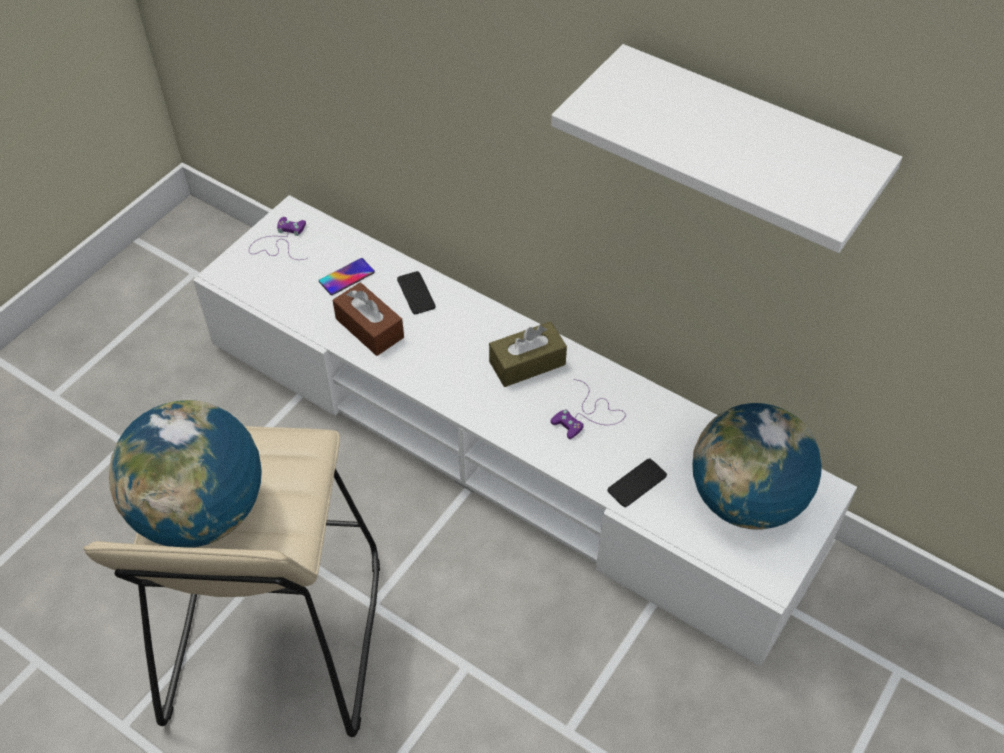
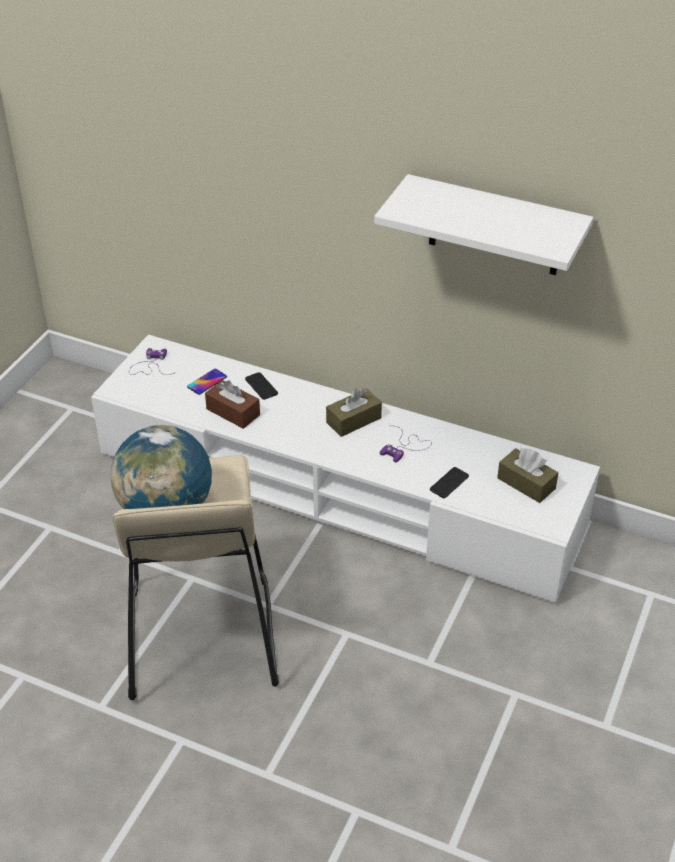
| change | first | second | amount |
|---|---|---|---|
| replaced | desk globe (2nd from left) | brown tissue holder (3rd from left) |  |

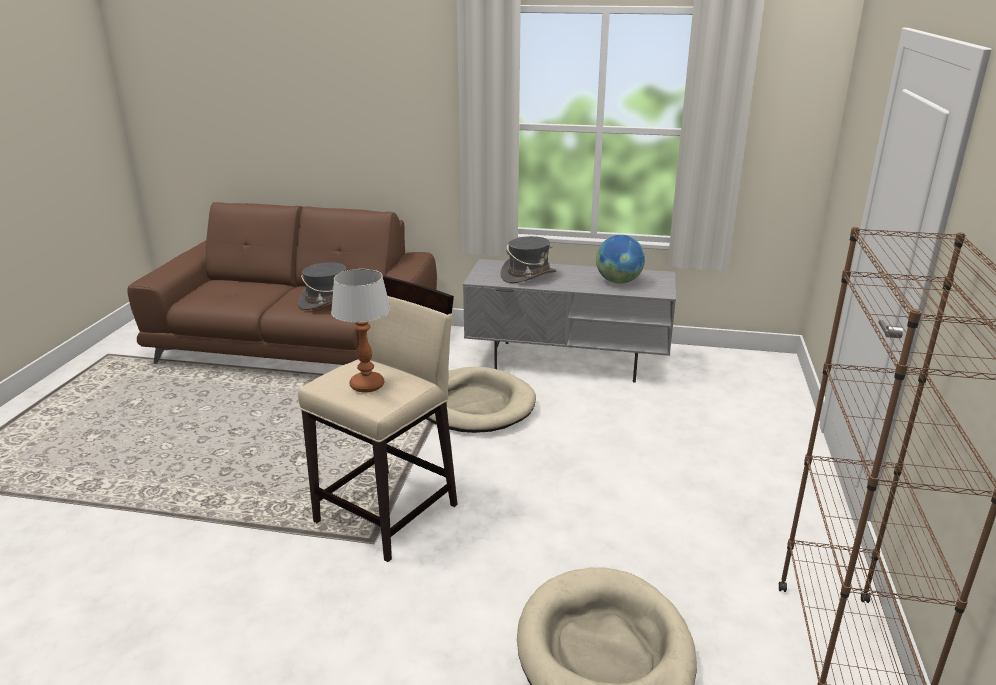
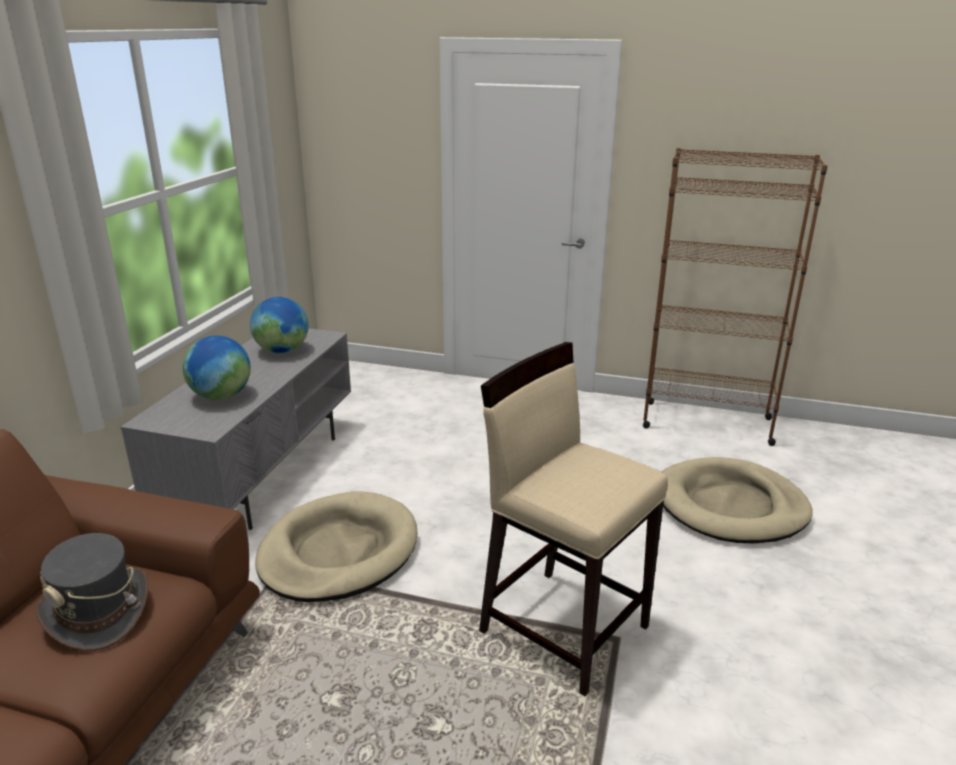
| change | first | second | amount |
|---|---|---|---|
| removed | tabletop lamp |  |  |
| replaced | grey wearable hat (2nd from left) | desk globe (1st from left) |  |

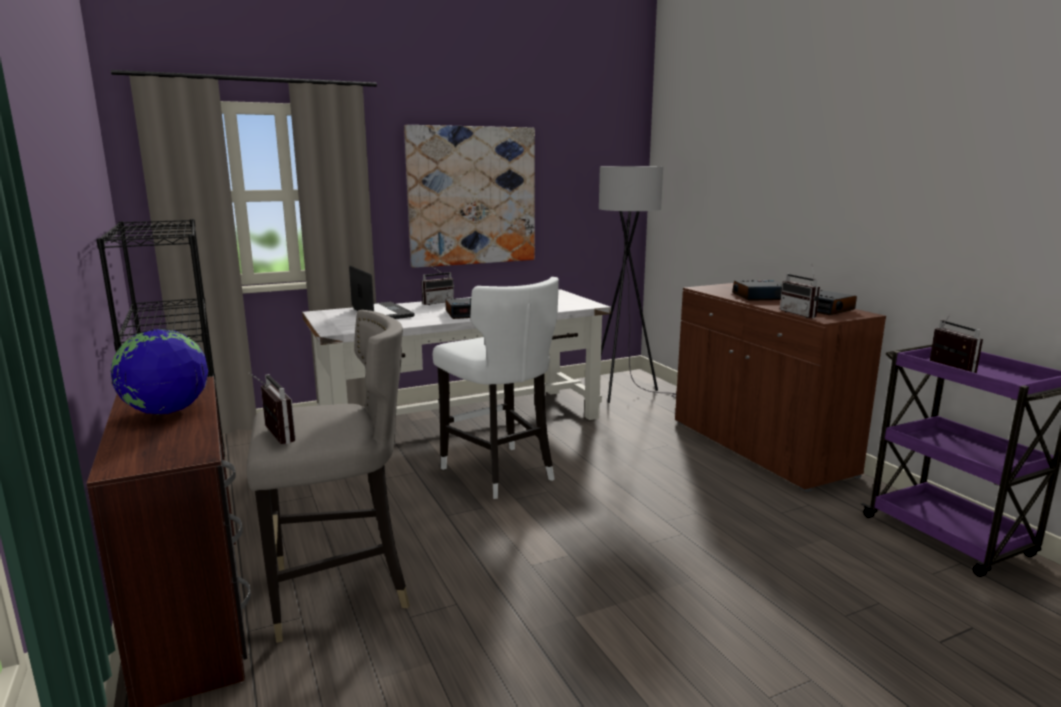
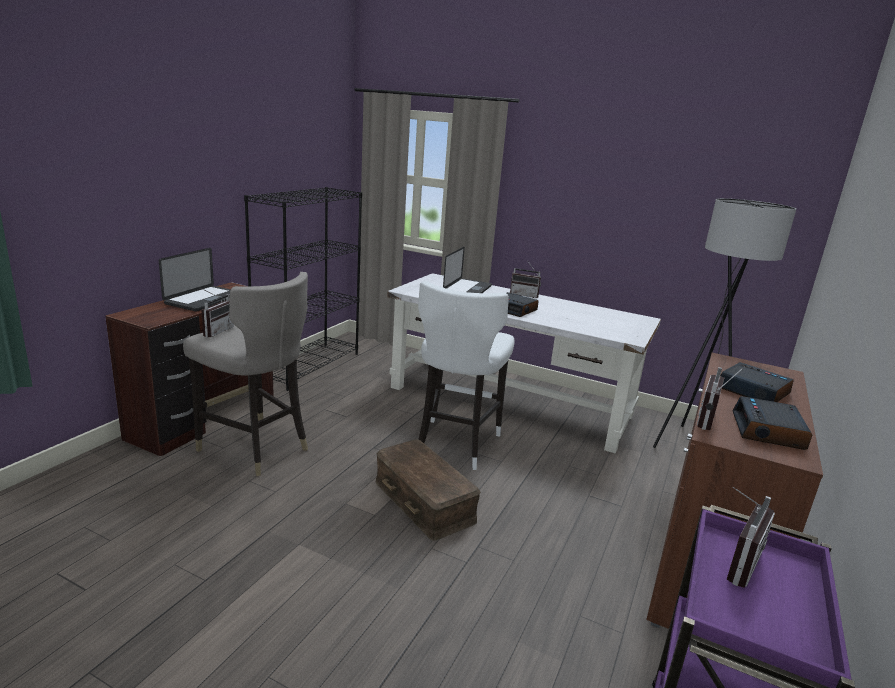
| change | first | second | amount |
|---|---|---|---|
| replaced | desk globe | laptop (1st from left) |  |
| removed | wall art |  |  |
| added |  | brown storage bin |  |

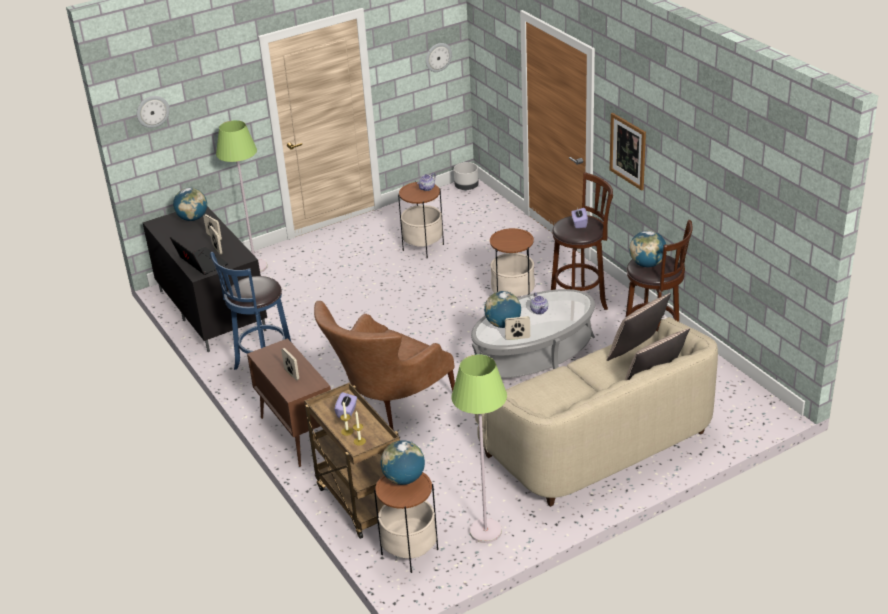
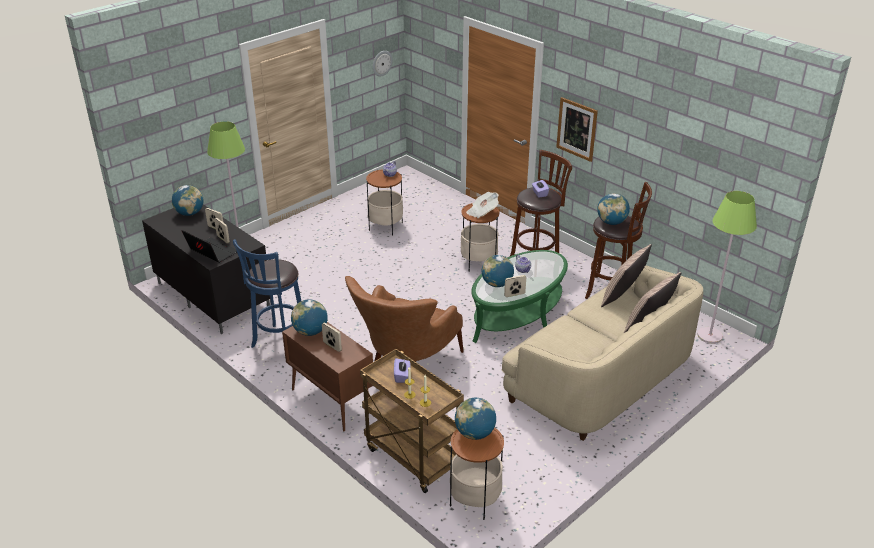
| change | first | second | amount |
|---|---|---|---|
| removed | wall clock (1st from left) |  |  |
| moved | green standing lamp (2nd from left) |  |  |
| removed | grey plant pot |  |  |
| recoloured | grey low table | green low table |  |
| added |  | desk globe (2nd from left) |  |
| added |  | daily paper |  |

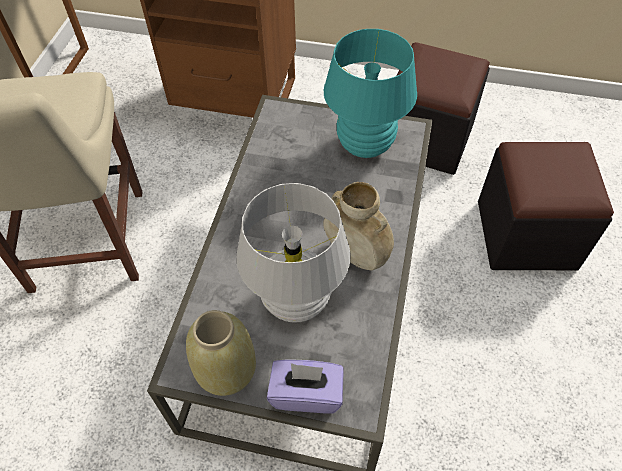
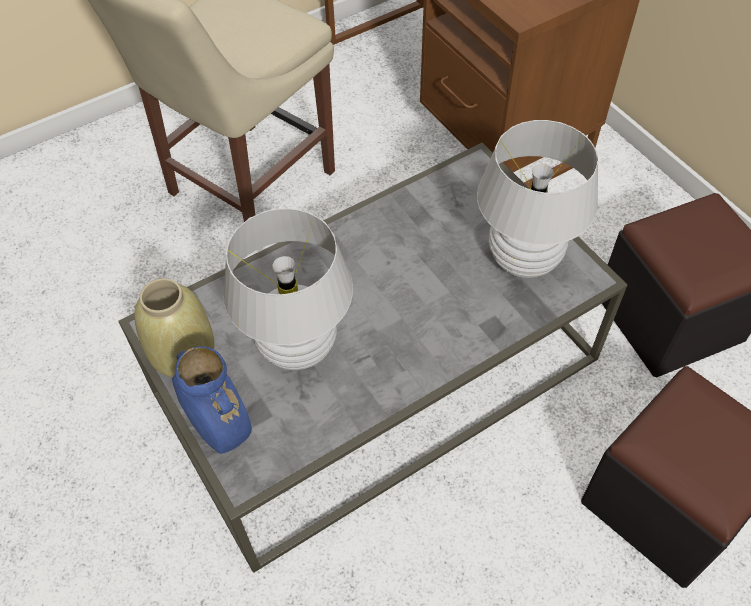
| change | first | second | amount |
|---|---|---|---|
| replaced | purple tissue holder | blue-coloured decorative vase |  |
| removed | beige decorative vase (2nd from left) |  |  |
| recoloured | turquoise tabletop lamp | whitish tabletop lamp (2nd from left) |  |

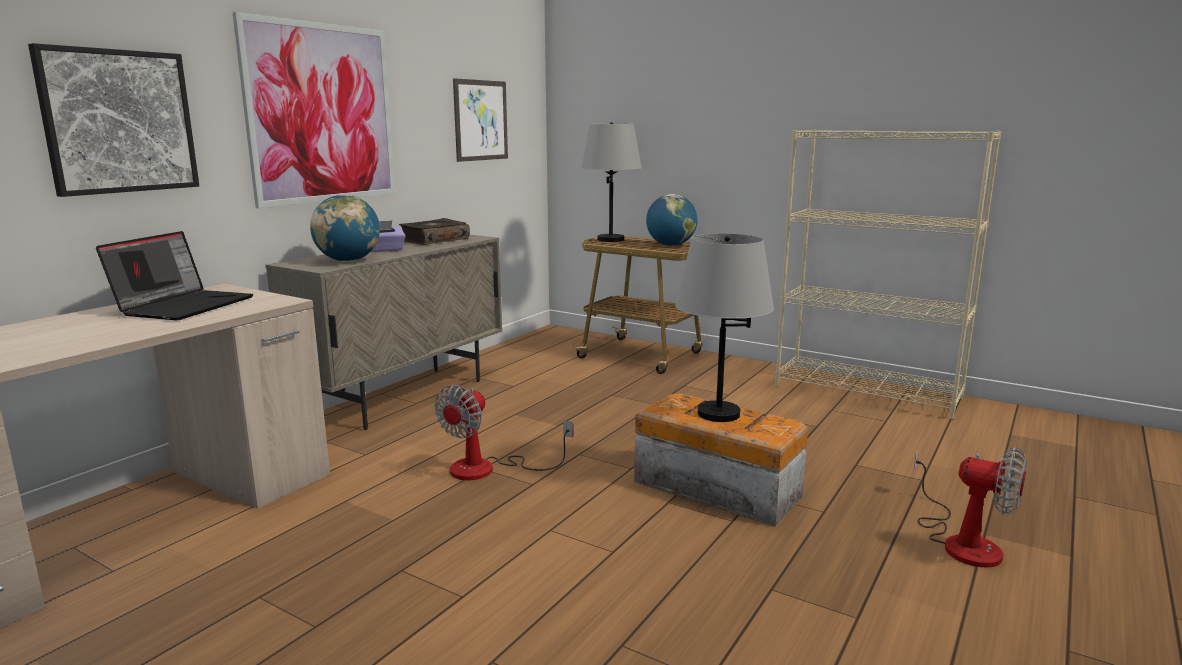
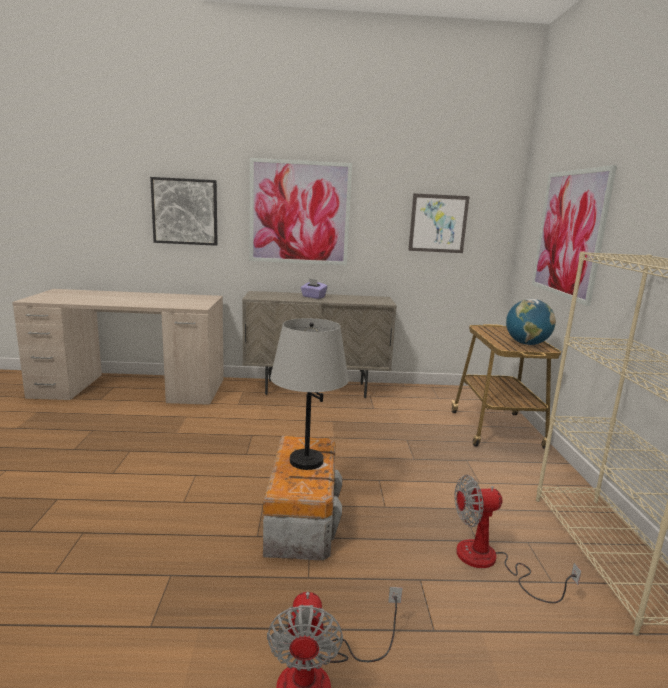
| change | first | second | amount |
|---|---|---|---|
| removed | laptop |  |  |
| removed | desk globe (1st from left) |  |  |
| removed | bound book |  |  |
| moved | fan (1st from left in the first image) | fan (2nd from left) |  |
| removed | grey tabletop lamp (1st from left) |  |  |
| added |  | wall art (4th from left) |  |

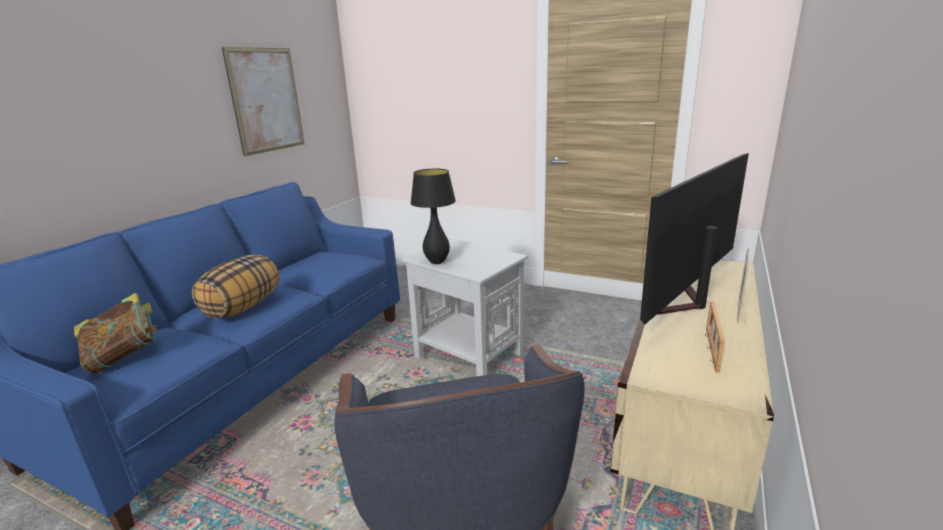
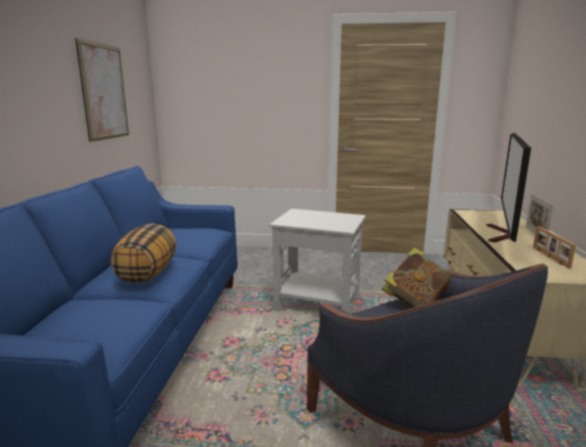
| change | first | second | amount |
|---|---|---|---|
| moved | bound book |  |  |
| removed | black-coloured tabletop lamp |  |  |

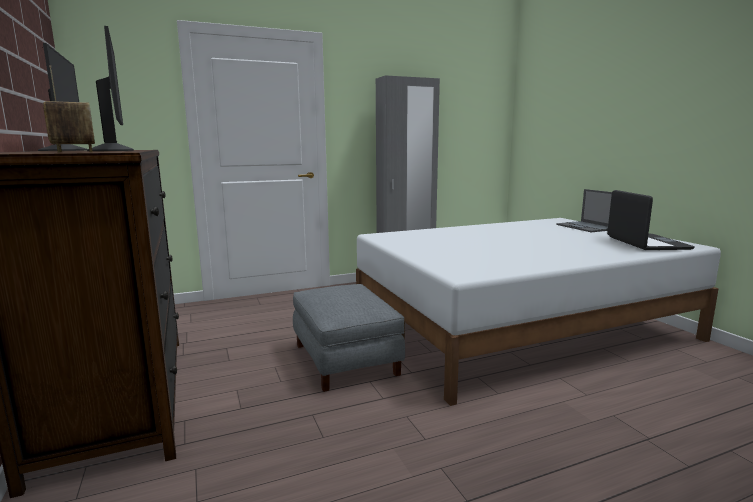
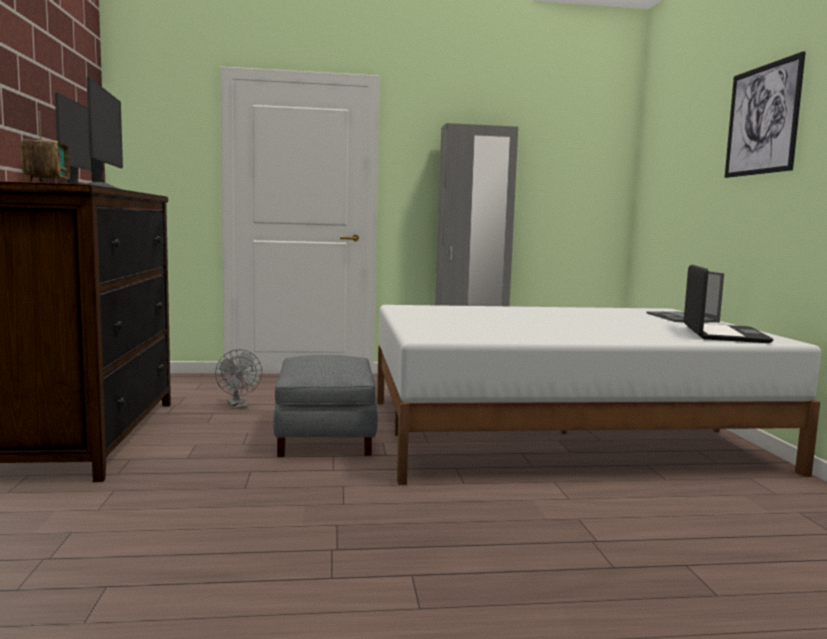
| change | first | second | amount |
|---|---|---|---|
| added |  | grey fan |  |
| added |  | wall art |  |

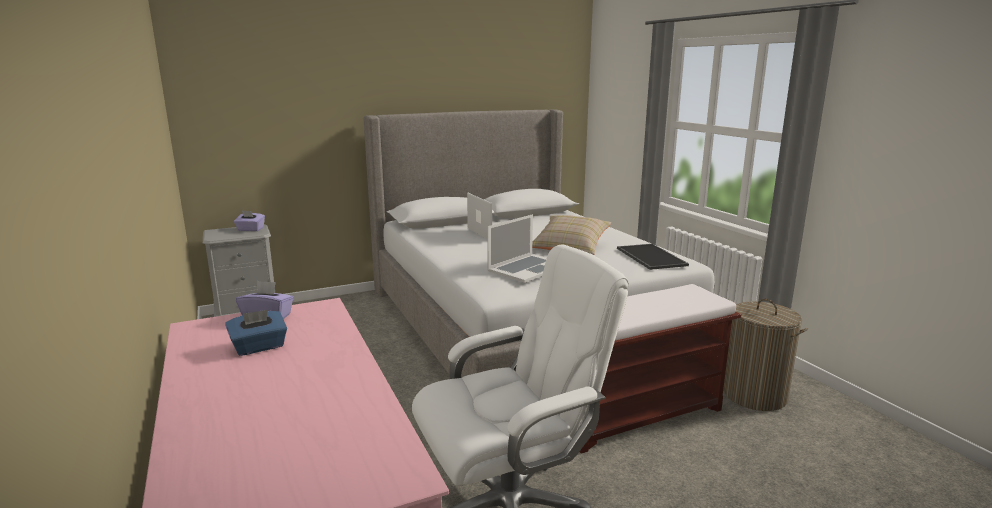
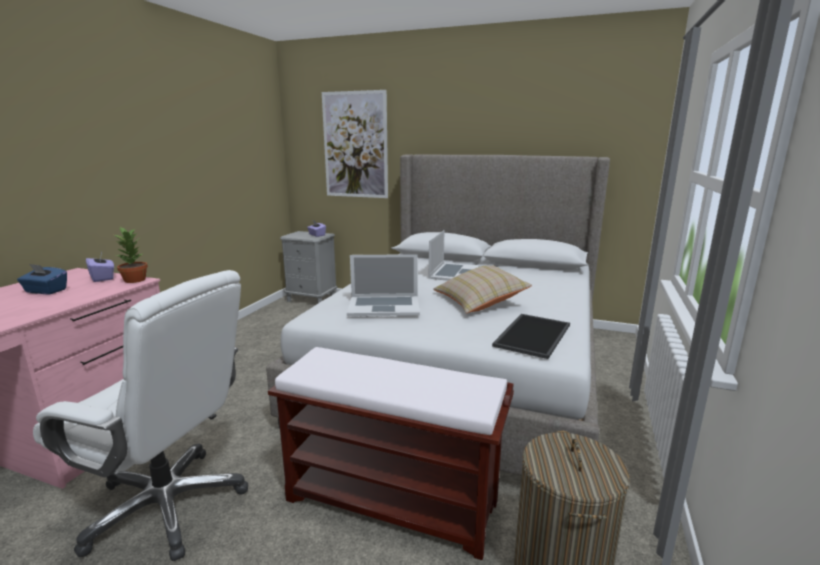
| change | first | second | amount |
|---|---|---|---|
| added |  | potted plant |  |
| added |  | wall art |  |

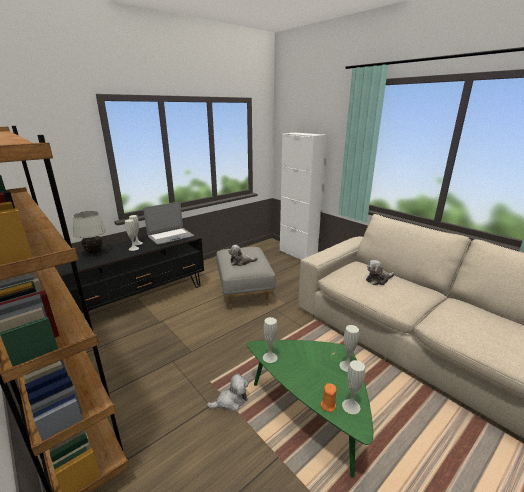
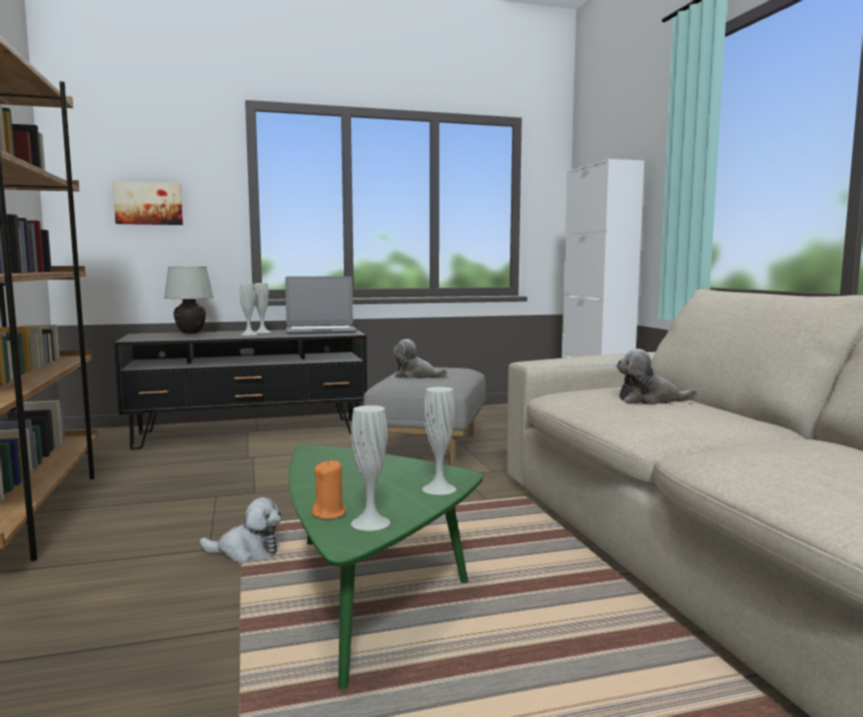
| change | first | second | amount |
|---|---|---|---|
| removed | whitish decorative vase (3rd from left) |  |  |
| added |  | wall art |  |

